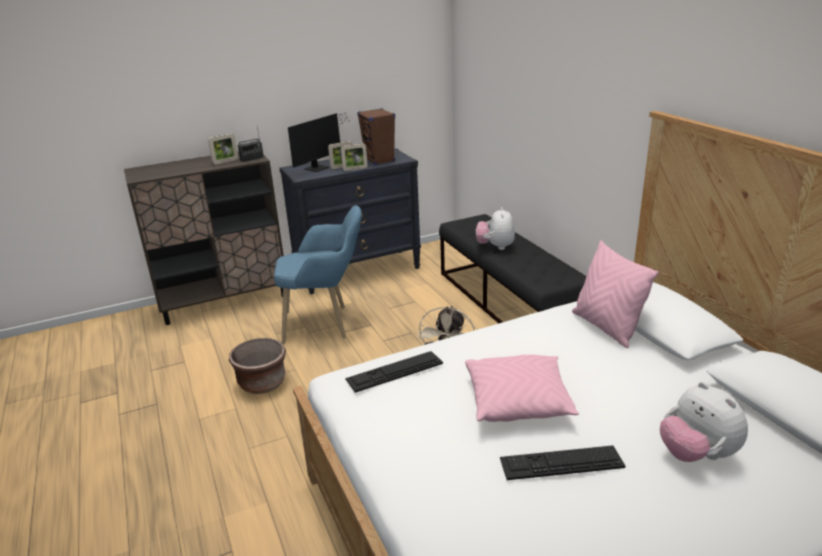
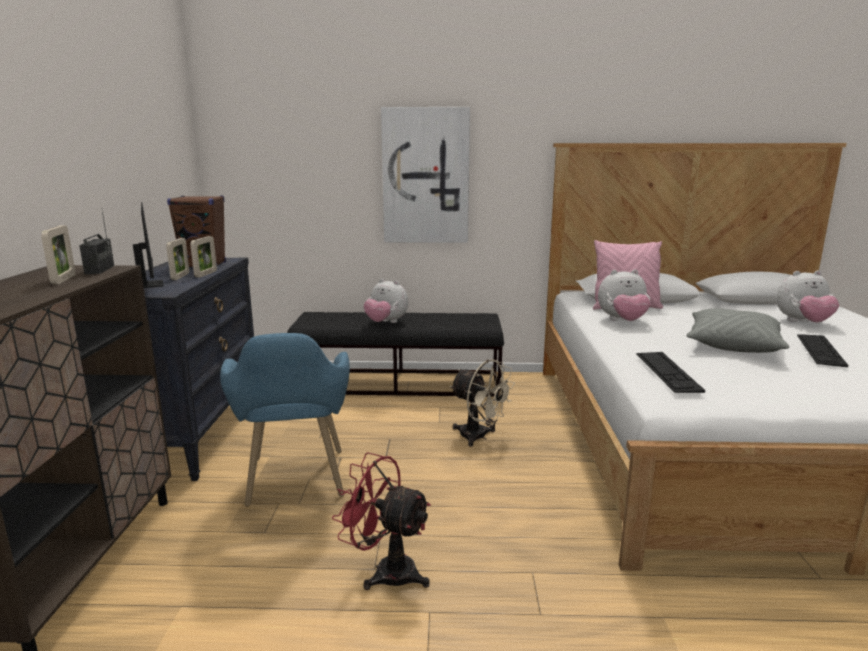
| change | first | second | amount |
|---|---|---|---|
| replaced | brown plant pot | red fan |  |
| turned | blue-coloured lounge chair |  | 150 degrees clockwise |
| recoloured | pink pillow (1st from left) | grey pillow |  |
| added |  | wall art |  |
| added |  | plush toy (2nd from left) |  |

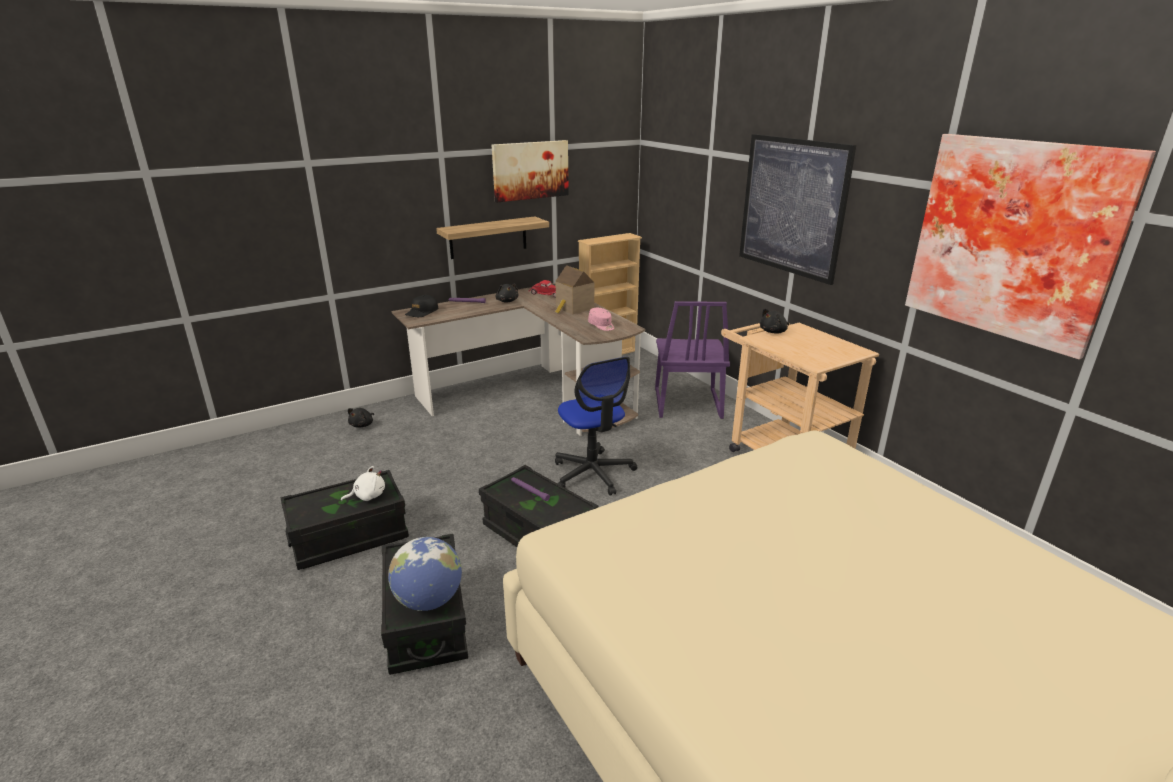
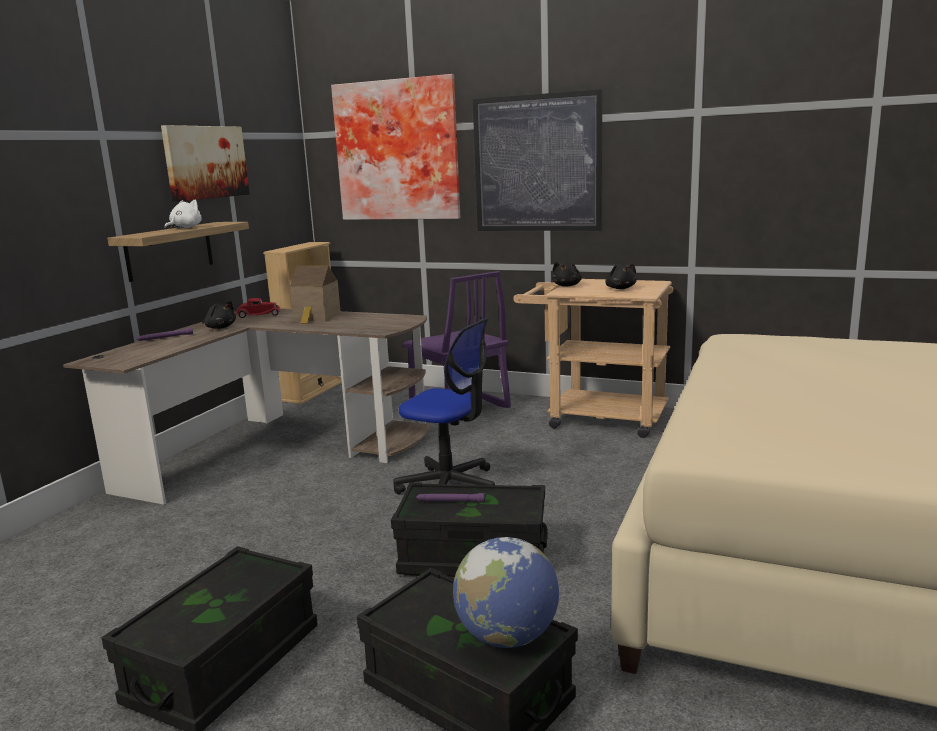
| change | first | second | amount |
|---|---|---|---|
| moved | whitish plush toy |  |  |
| moved | black-coloured plush toy (1st from left in the first image) | black-coloured plush toy (3rd from left) |  |
| removed | black-coloured cap |  |  |
| removed | pink cap |  |  |
| moved | wall art (3rd from left in the first image) | wall art (2nd from left) |  |

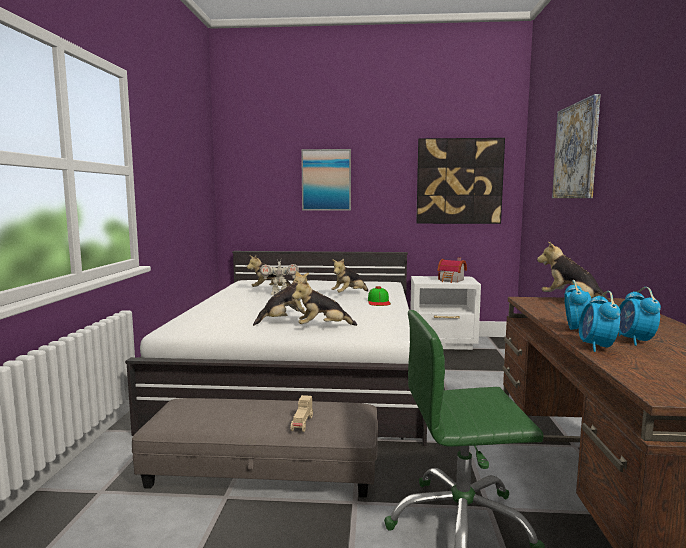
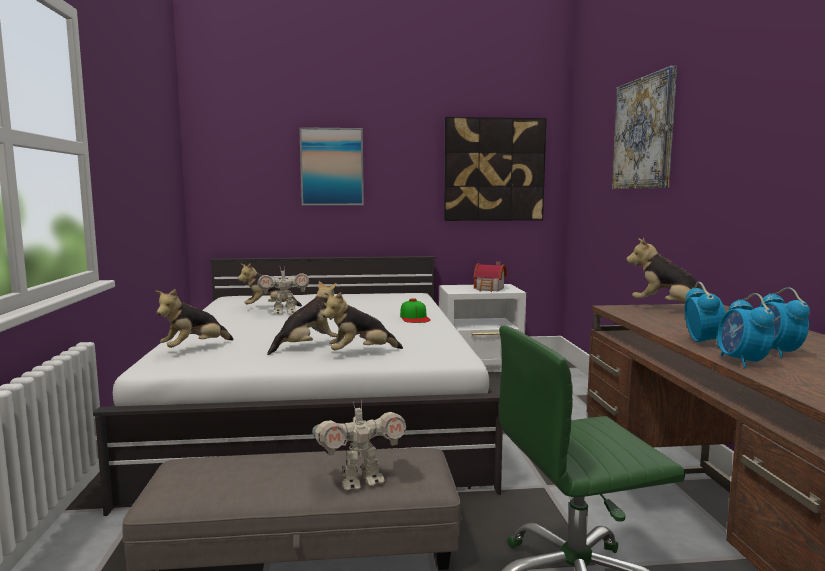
| change | first | second | amount |
|---|---|---|---|
| replaced | beige toy car | robot figure (2nd from left) |  |
| moved | plush toy (4th from left in the first image) | plush toy (1st from left) |  |

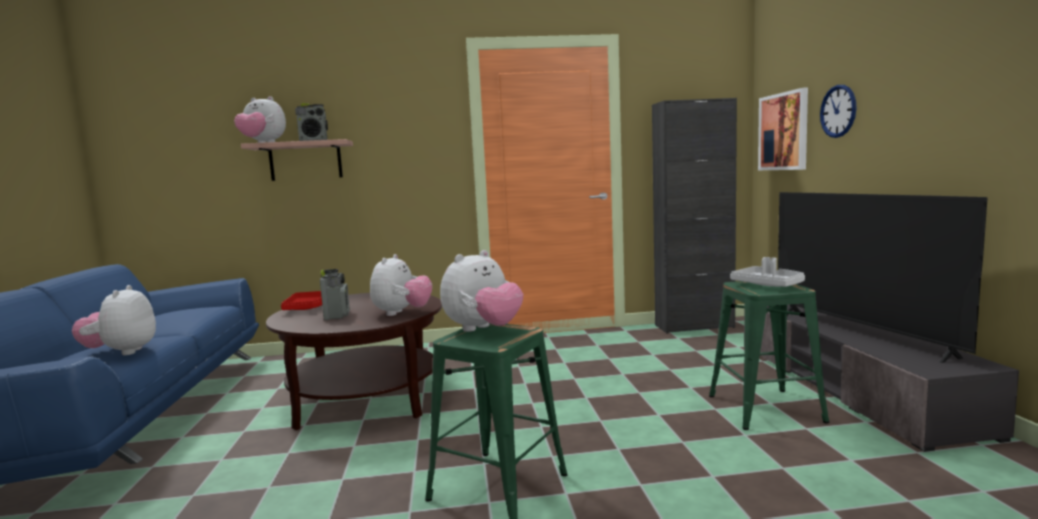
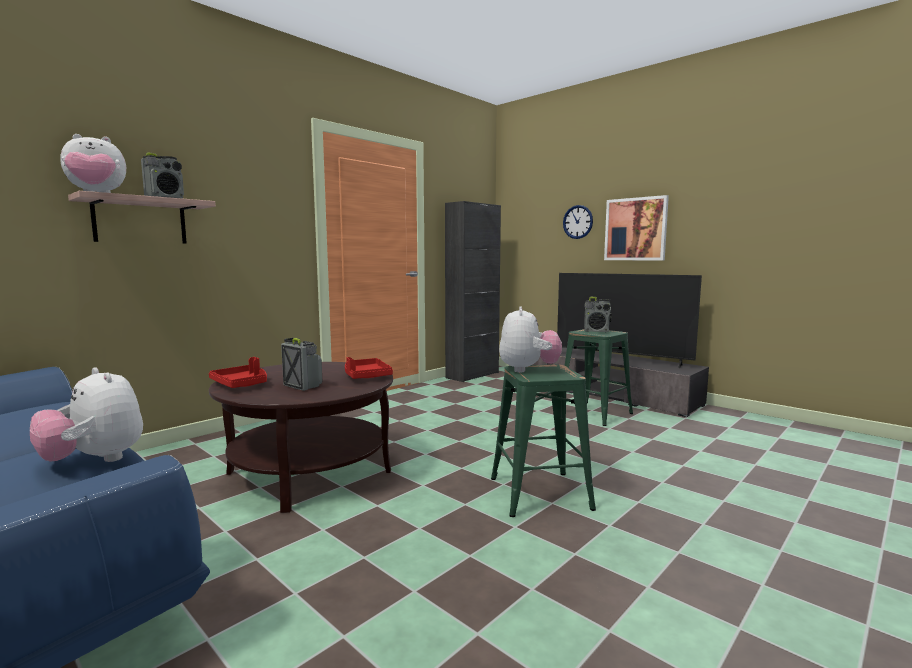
| change | first | second | amount |
|---|---|---|---|
| replaced | plush toy (3rd from left) | red serving tray (2nd from left) |  |
| replaced | grey serving tray | radio receiver (3rd from left) |  |
| moved | wall art |  |  |

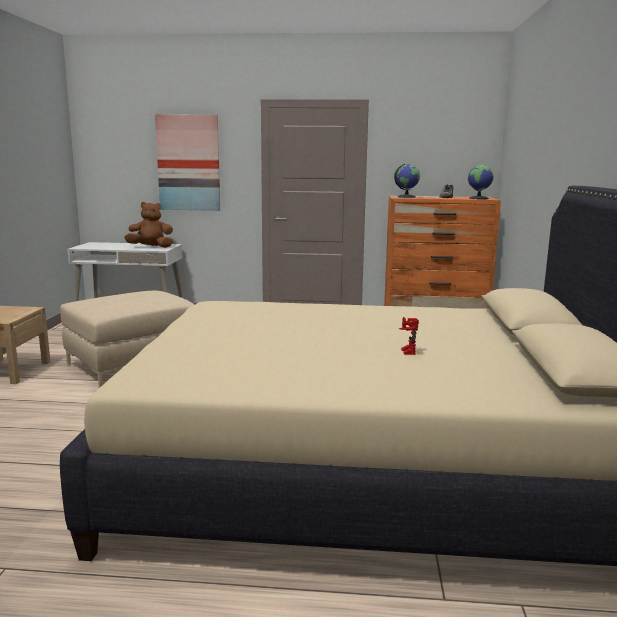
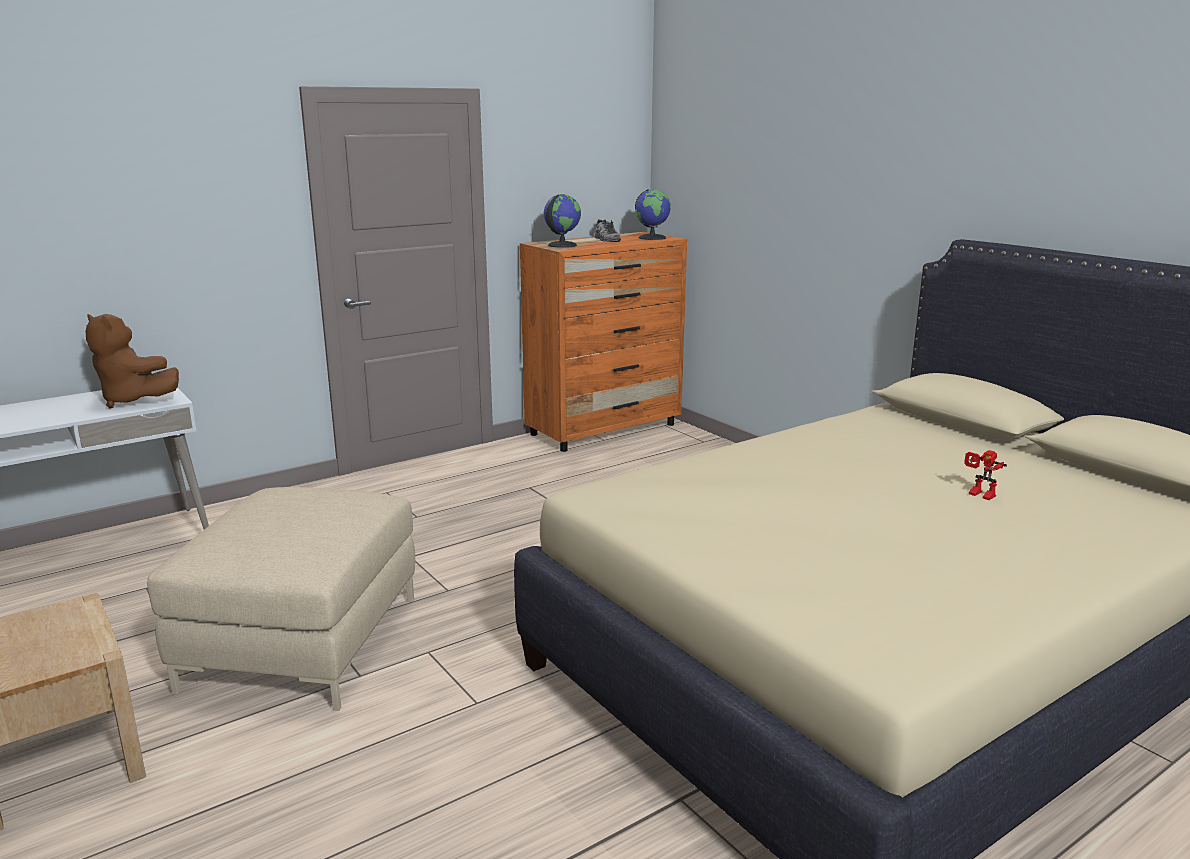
| change | first | second | amount |
|---|---|---|---|
| turned | brown plush toy |  | 105 degrees counterclockwise |
| removed | wall art |  |  |

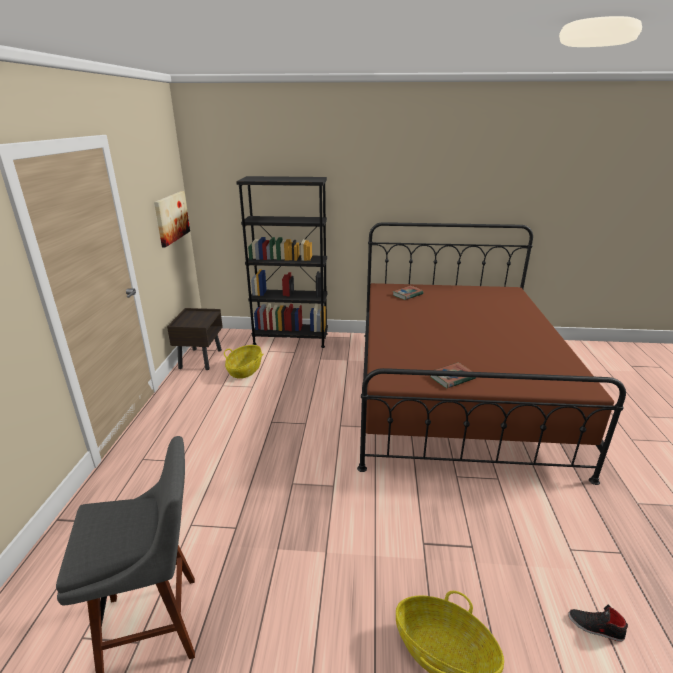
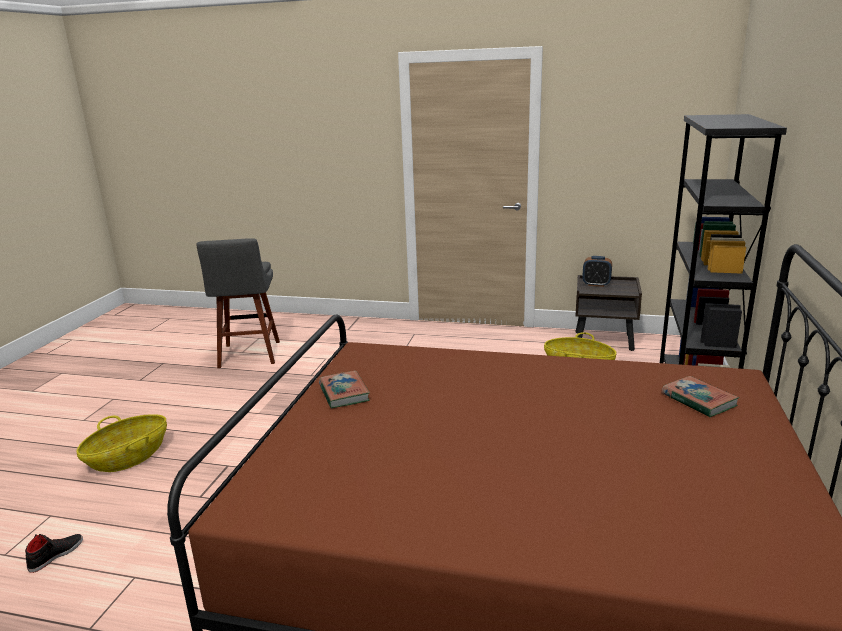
| change | first | second | amount |
|---|---|---|---|
| removed | wall art |  |  |
| added |  | table clock |  |

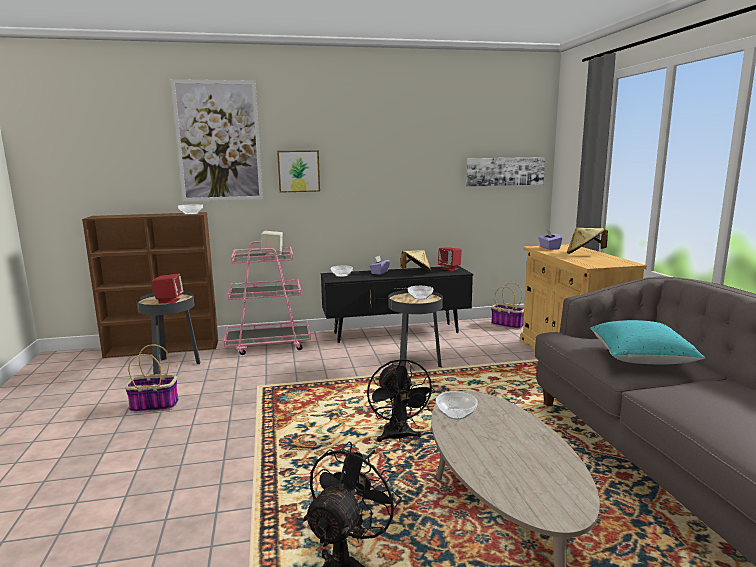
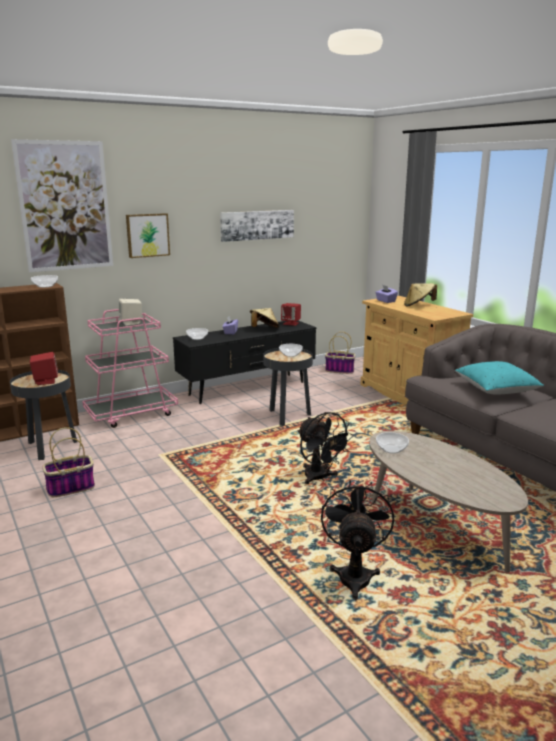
| change | first | second | amount |
|---|---|---|---|
| moved | wall art (3rd from left) |  |  |

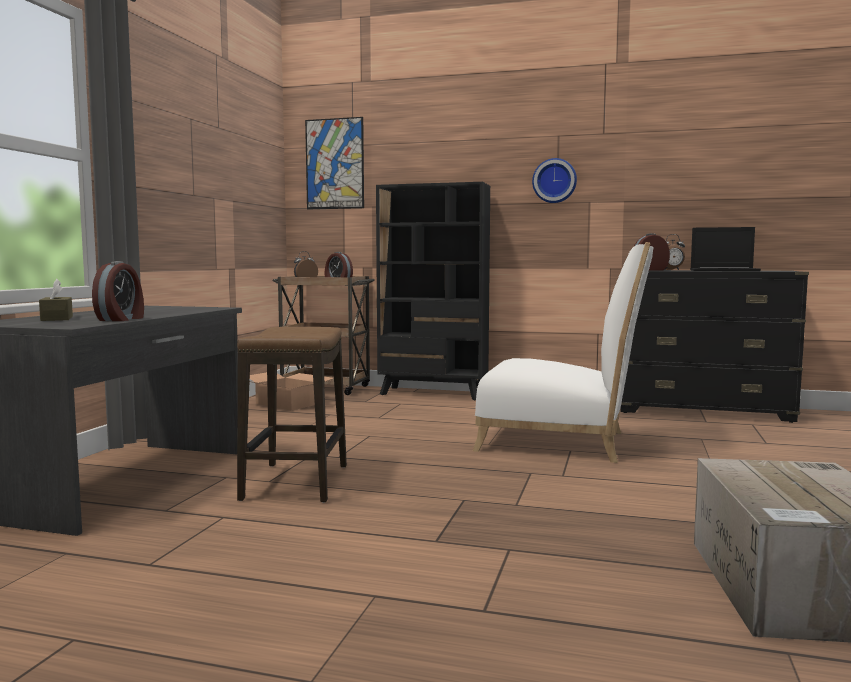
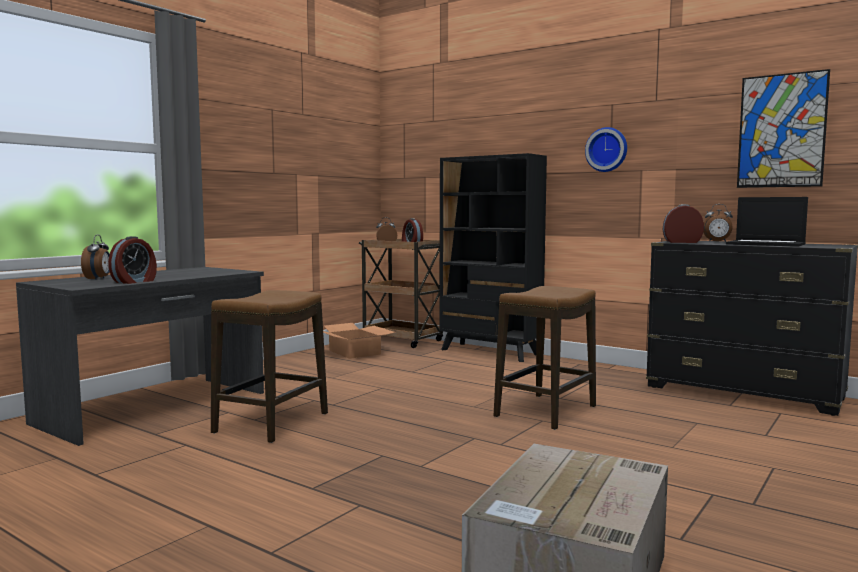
| change | first | second | amount |
|---|---|---|---|
| replaced | brown tissue holder | table clock (1st from left) |  |
| moved | wall art |  |  |
| replaced | whitish upright chair | stool (2nd from left) |  |

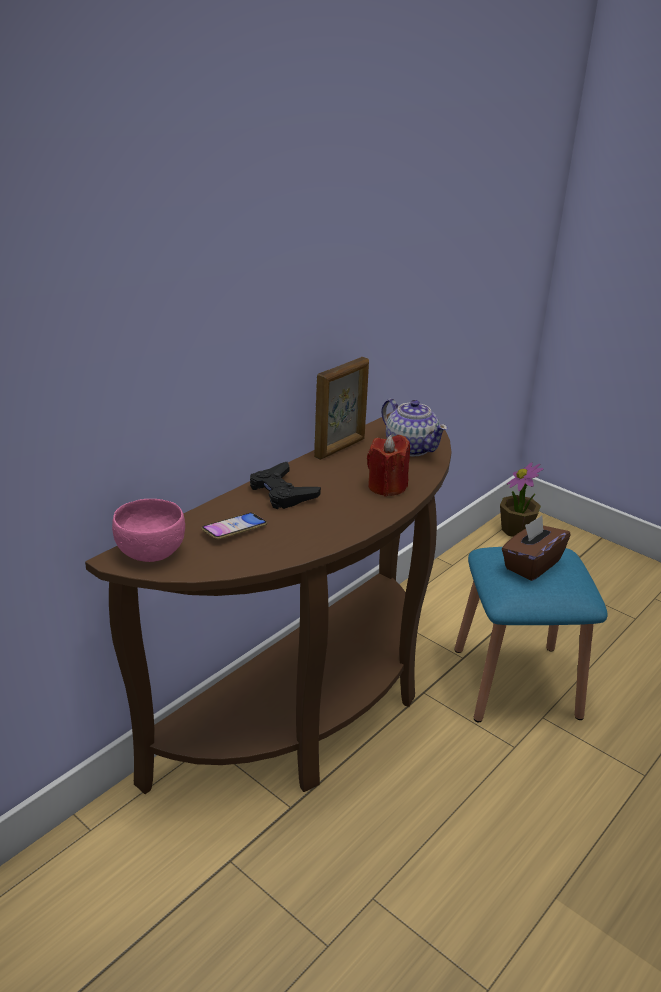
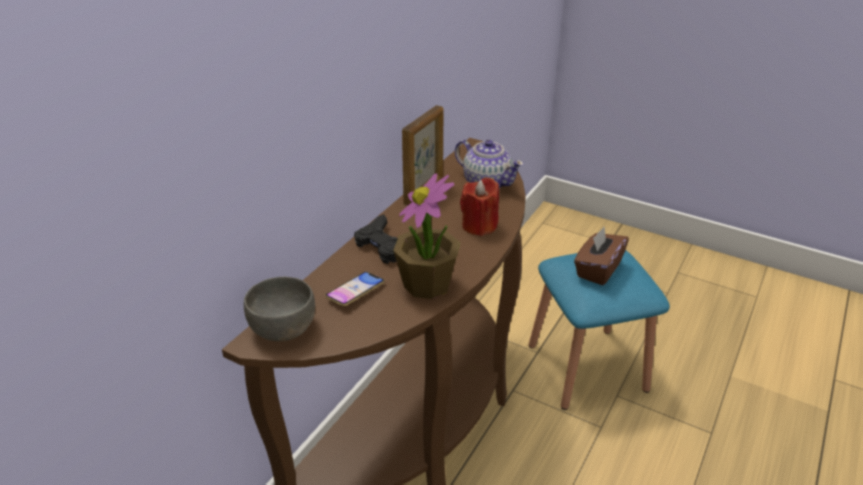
| change | first | second | amount |
|---|---|---|---|
| recoloured | pink bowl | grey bowl |  |
| moved | potted plant |  |  |

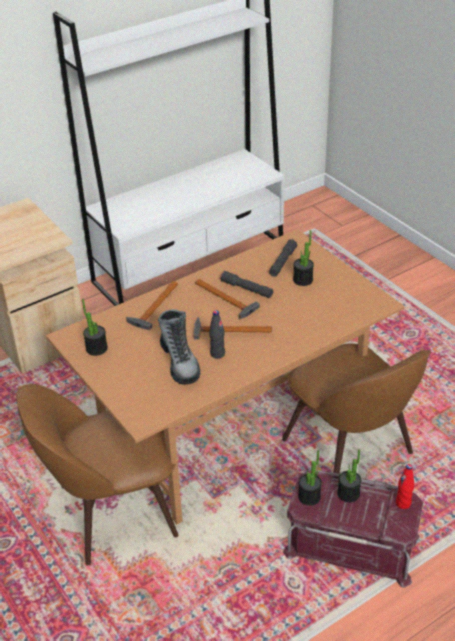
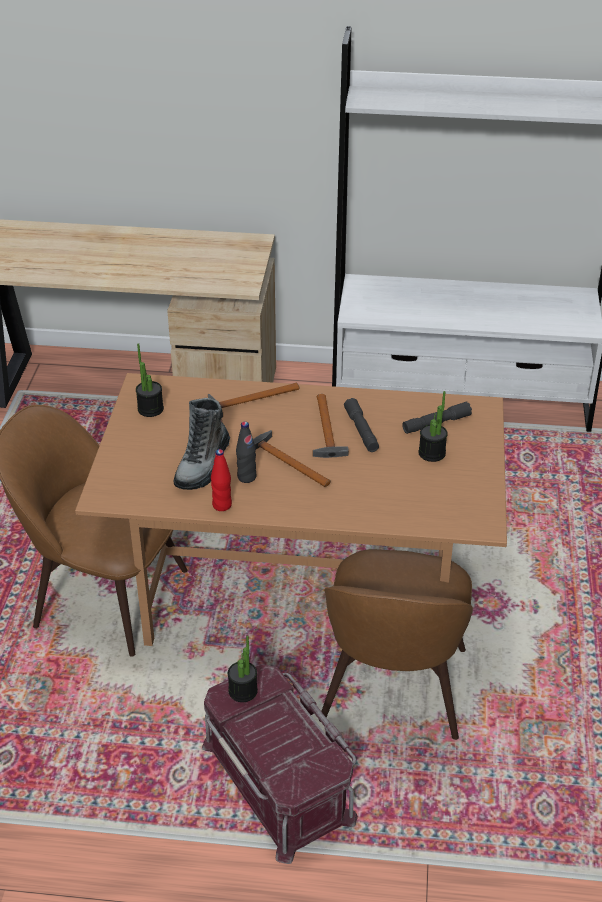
| change | first | second | amount |
|---|---|---|---|
| removed | potted plant (4th from left) |  |  |
| moved | red bottle |  |  |

